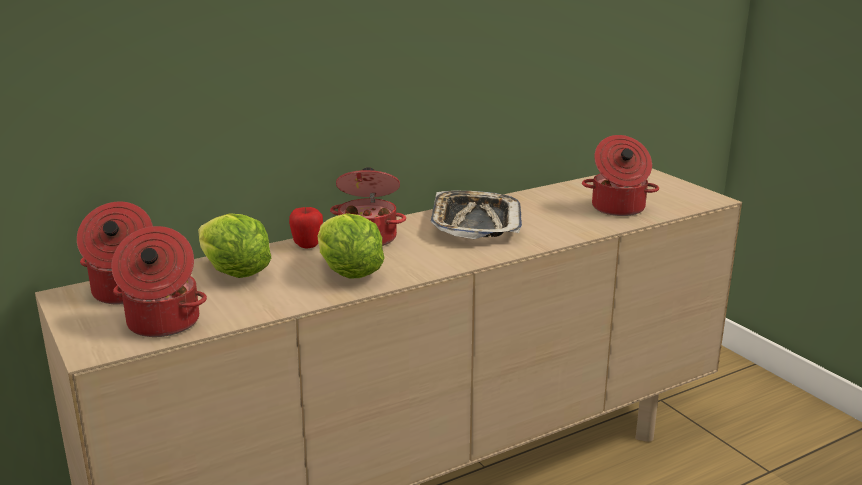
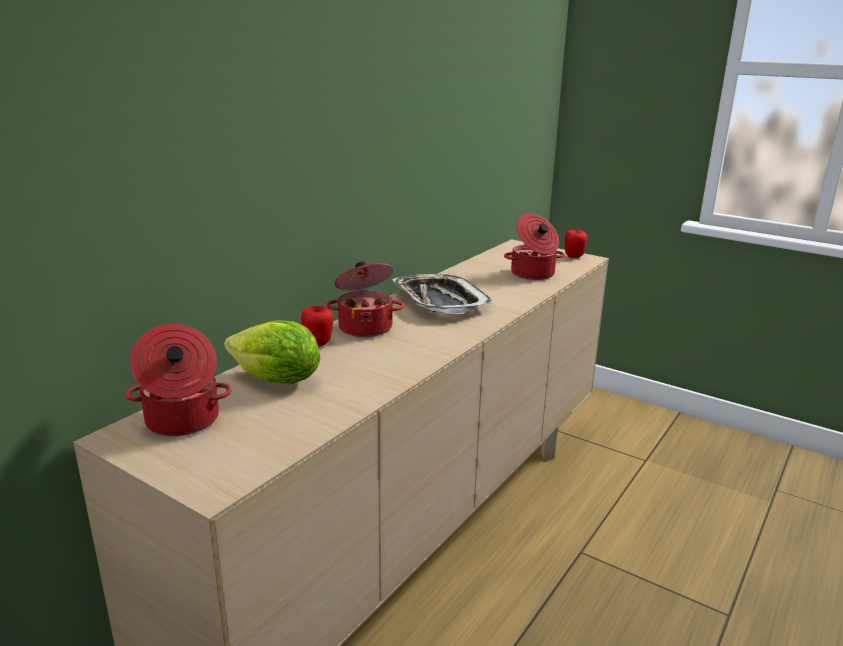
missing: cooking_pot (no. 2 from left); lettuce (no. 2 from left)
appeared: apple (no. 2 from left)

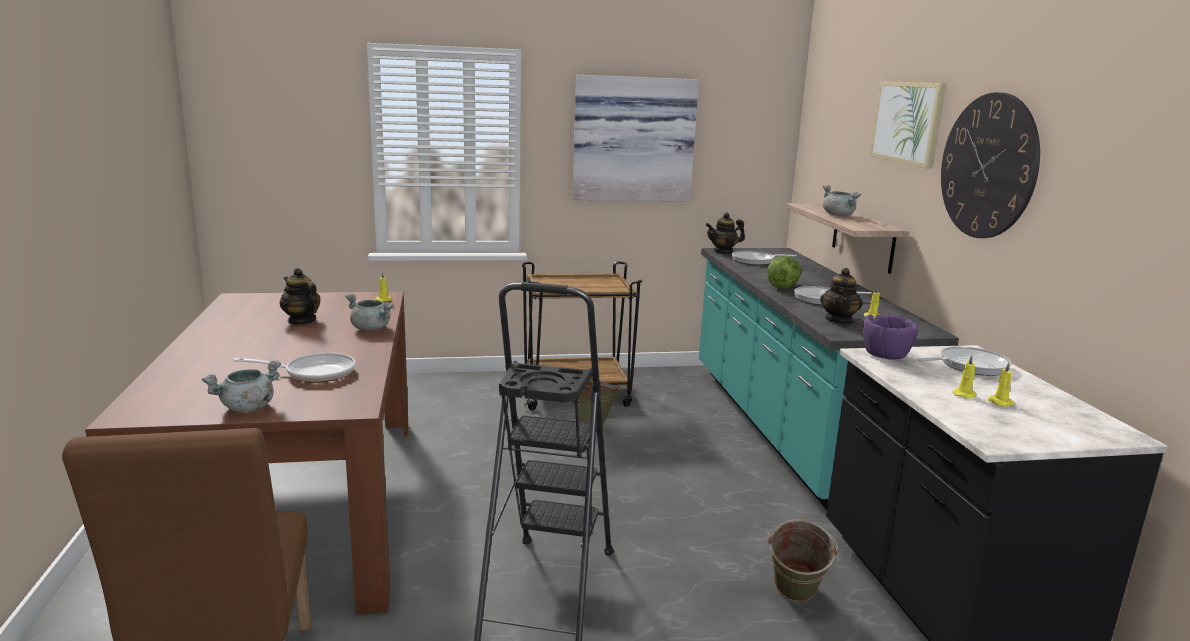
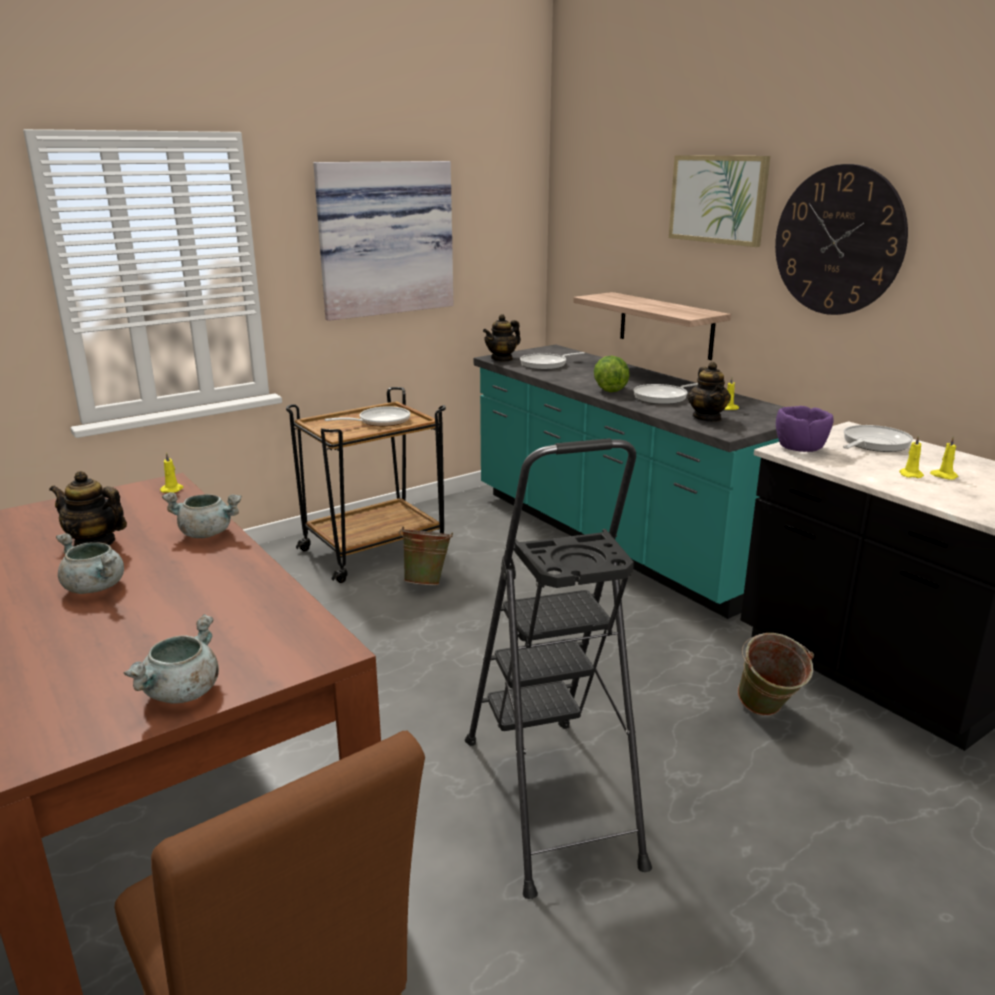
relocated: frying_pan (no. 1 from left); grey_cooking_pot (no. 3 from left in the first image) to grey_cooking_pot (no. 1 from left)

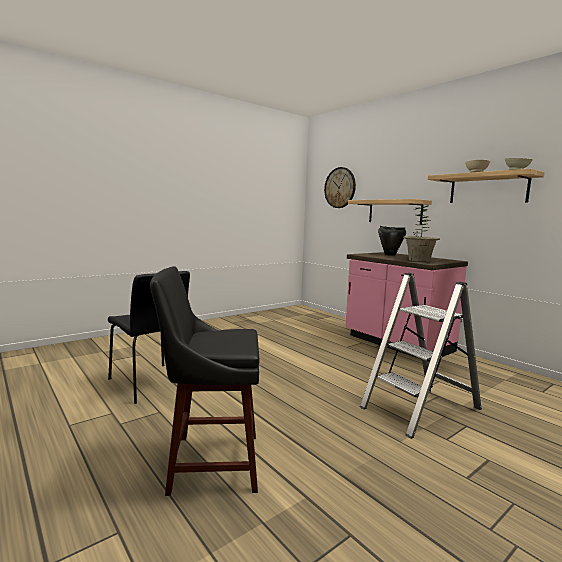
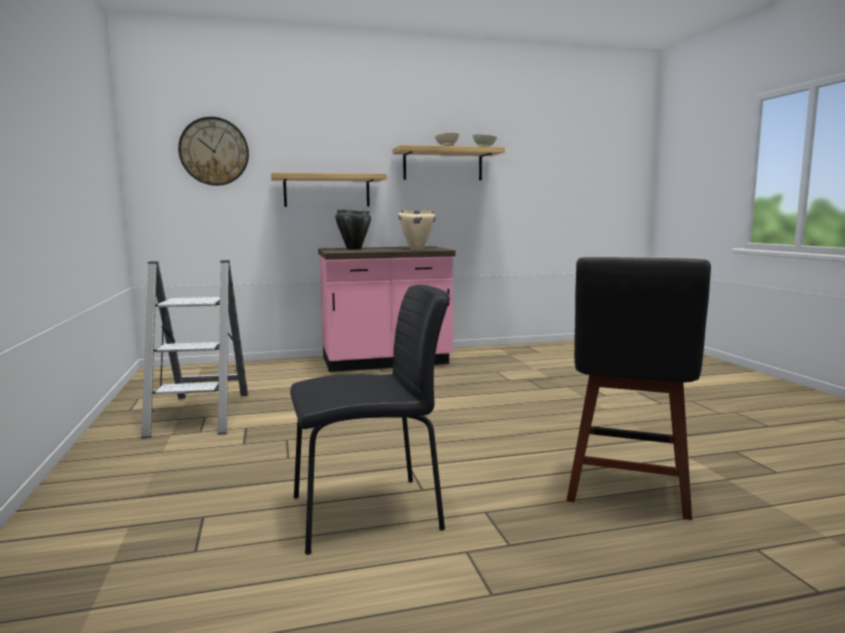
relocated: grey_step_ladder
exchanged: potted_plant to beige_cooking_pot

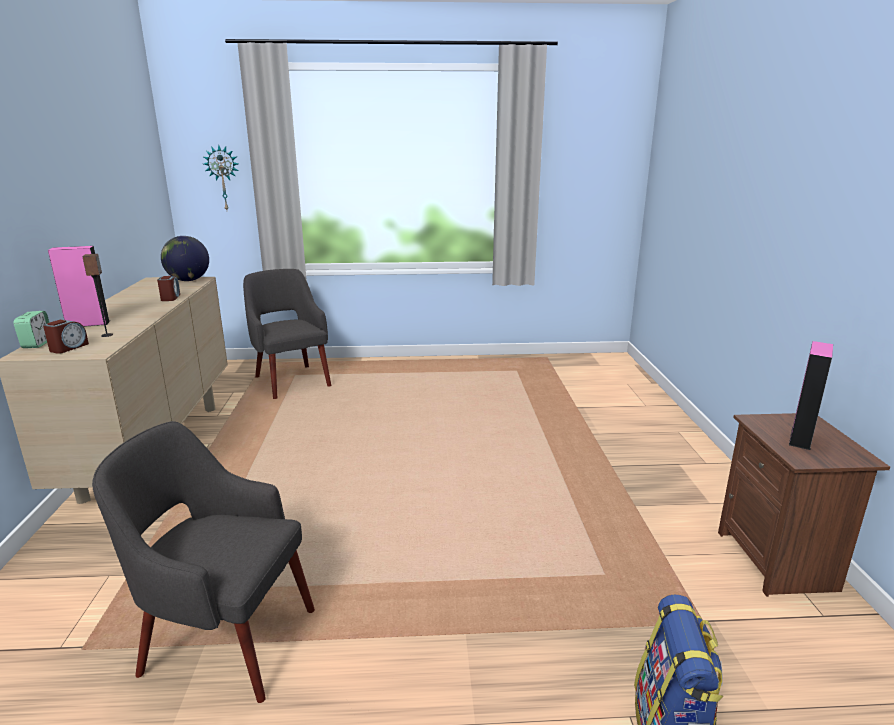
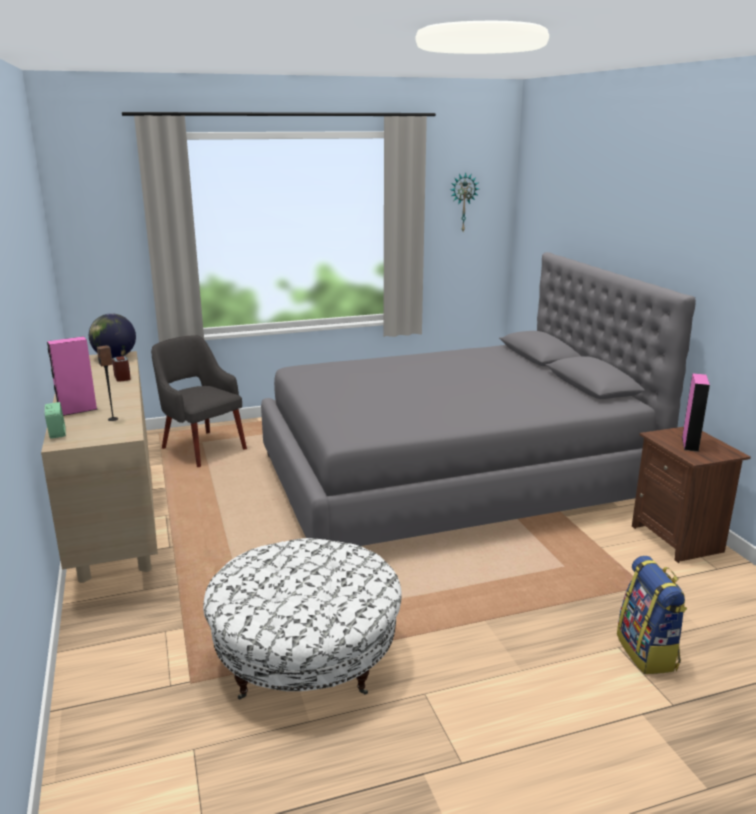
missing: alarm_clock (no. 2 from left)
appeared: grey_bed
relocated: wall_clock
exchanged: grey_armchair (no. 1 from left) to white_ottoman

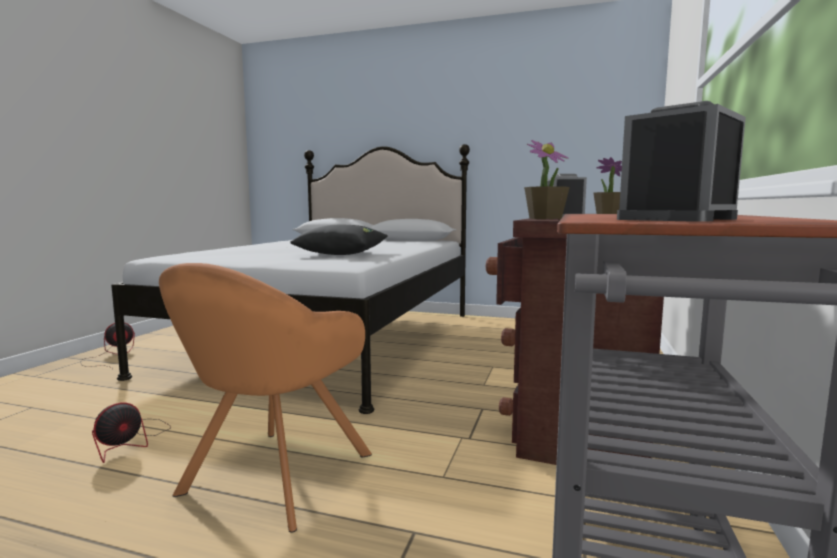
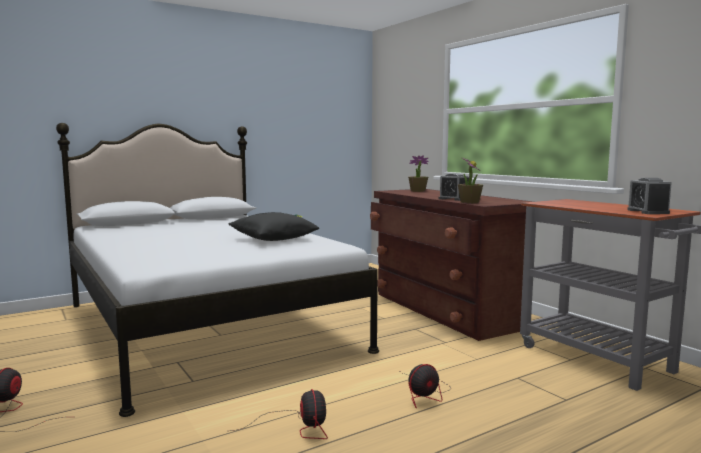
exchanged: orange_armchair to fan (no. 3 from left)

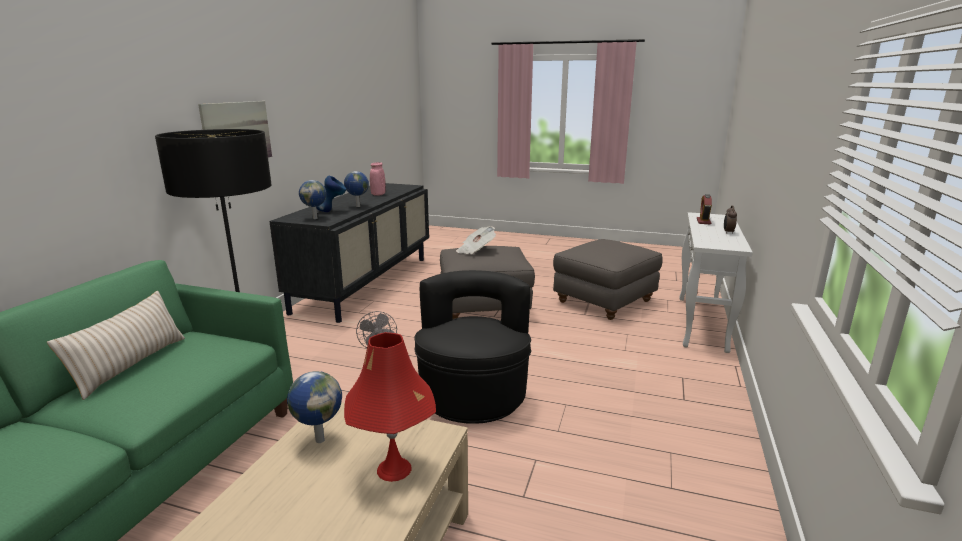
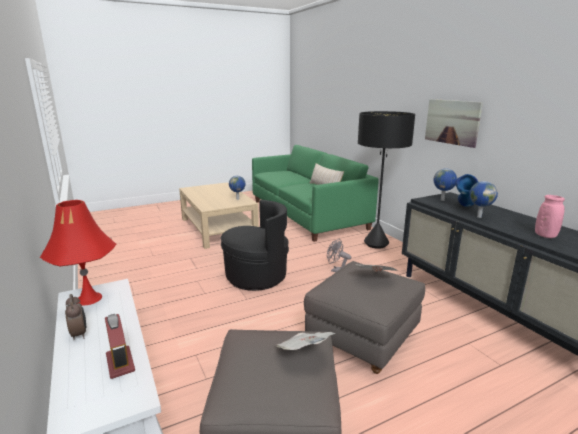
appeared: newspaper (no. 1 from left)
relocated: red_table_lamp
spun: black_armchair 60 degrees counterclockwise

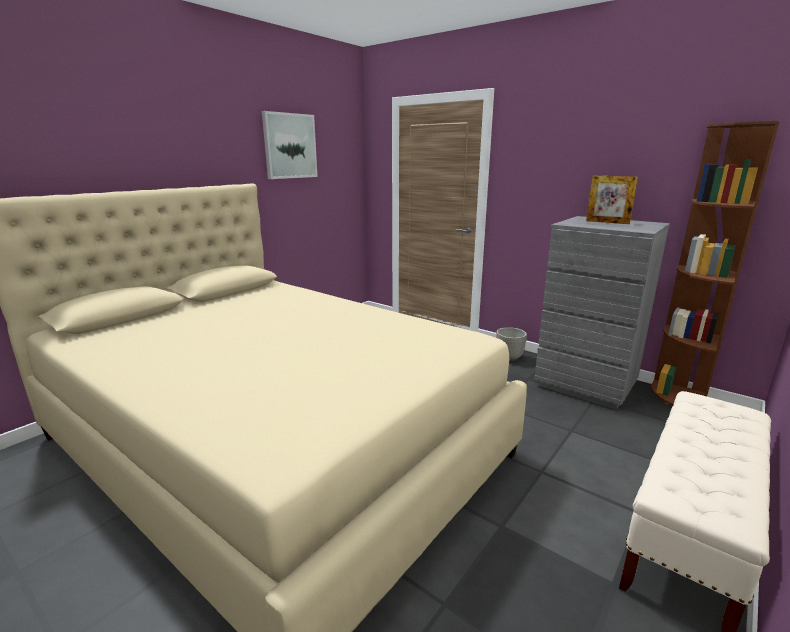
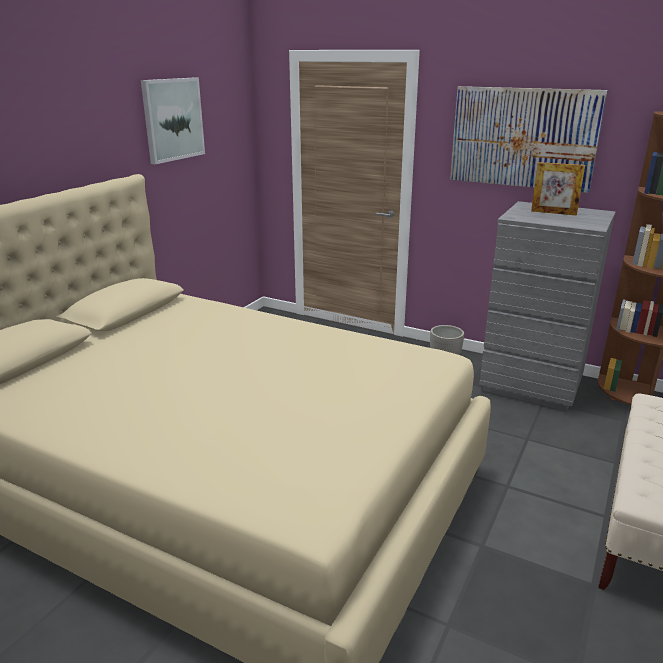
appeared: picture (no. 2 from left)

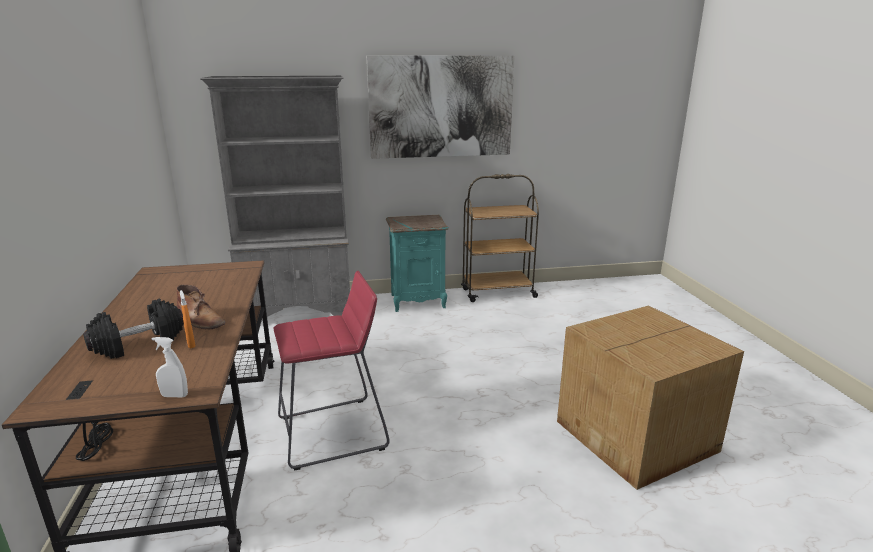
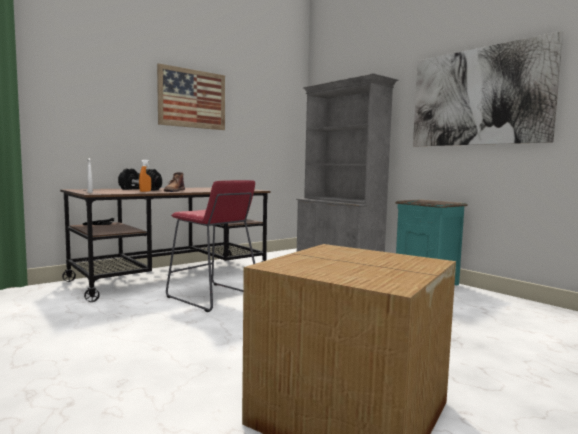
missing: brown_cart
appeared: picture (no. 1 from left)

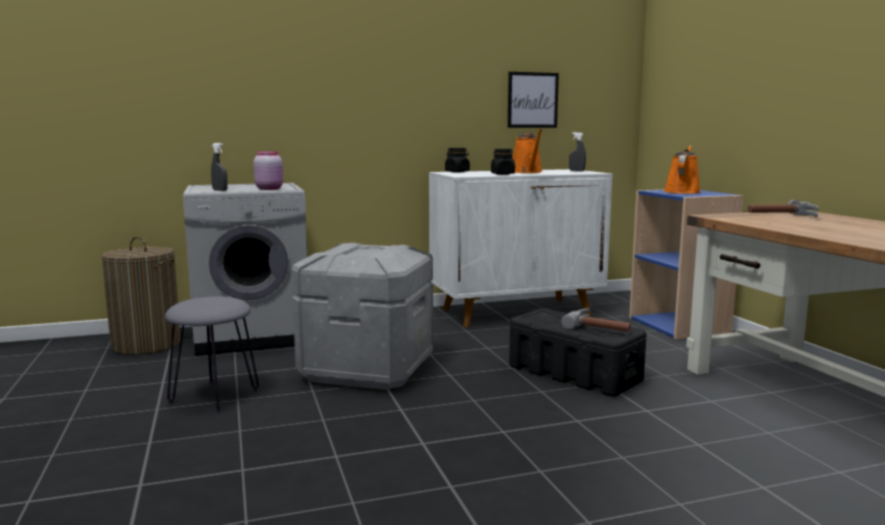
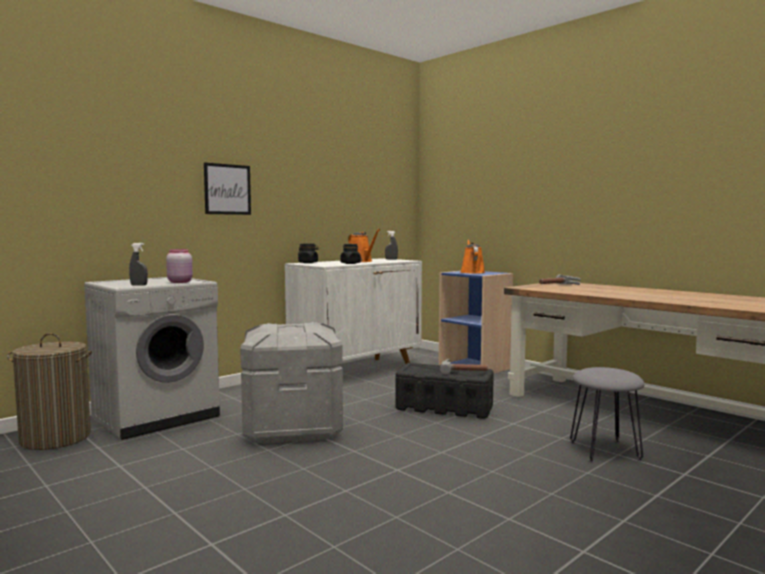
relocated: grey_stool; picture

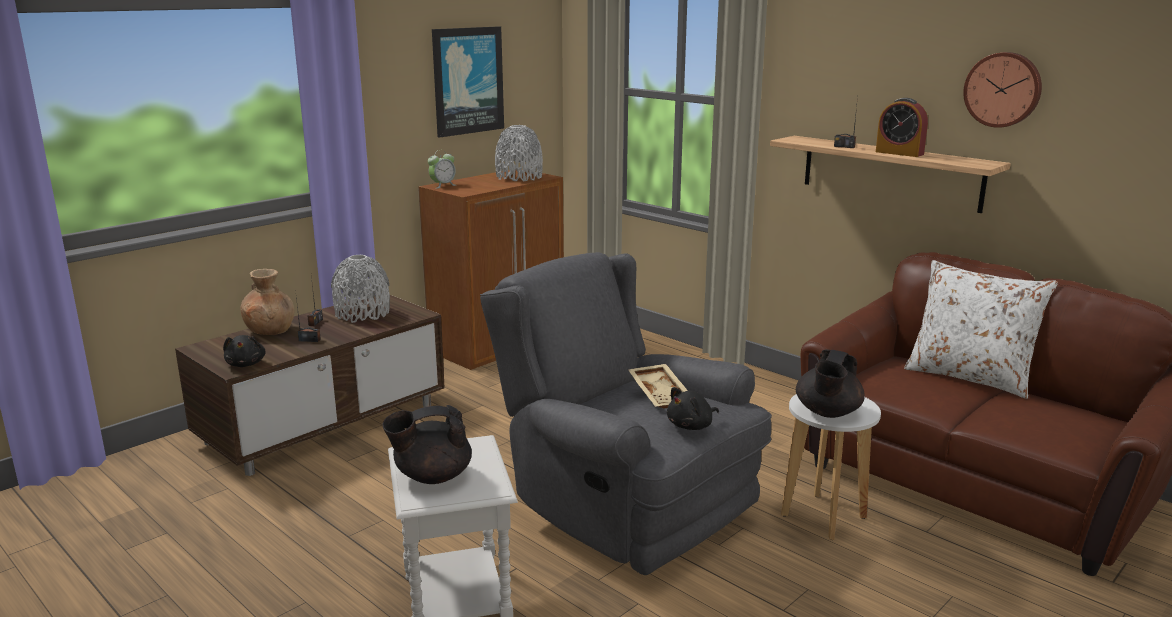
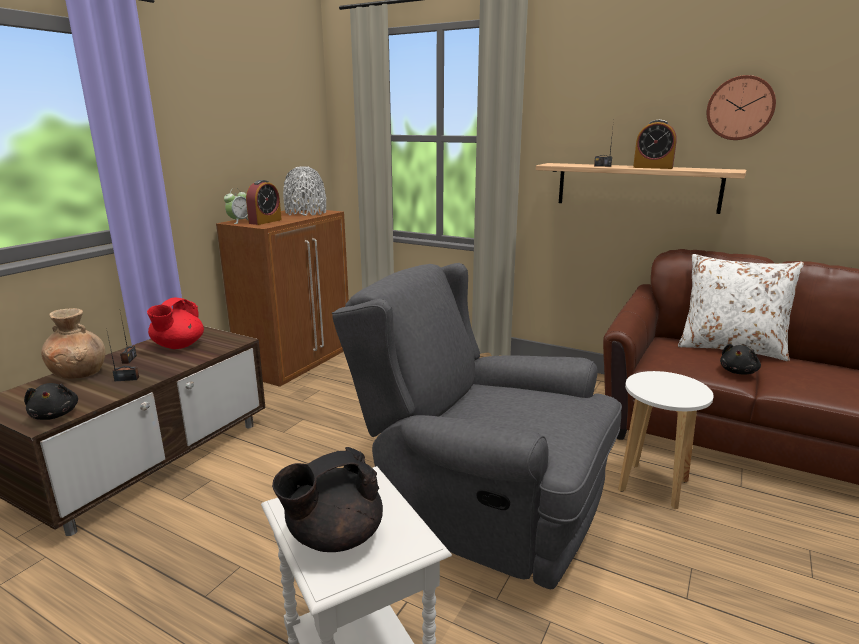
missing: picture; beige_tray; black_teapot (no. 2 from left)
appeared: alarm_clock (no. 2 from left)
relocated: black_plush_toy (no. 2 from left)
exchanged: grey_vase (no. 1 from left) to red_teapot

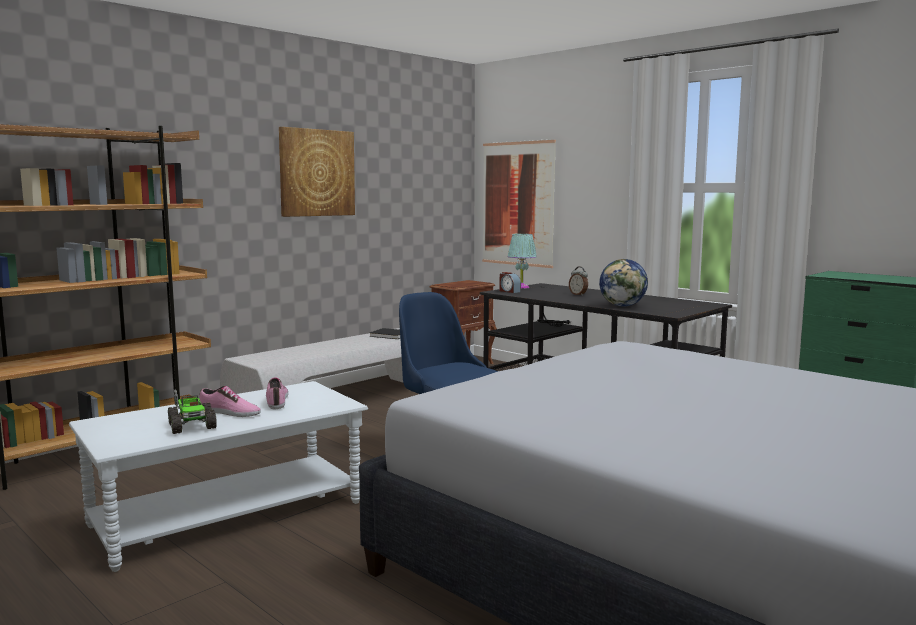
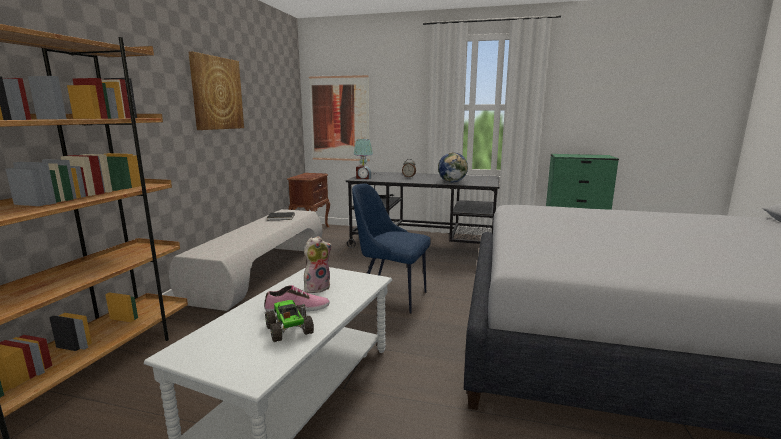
exchanged: shoe (no. 2 from left) to plush_toy
spun: toy_truck 150 degrees counterclockwise

